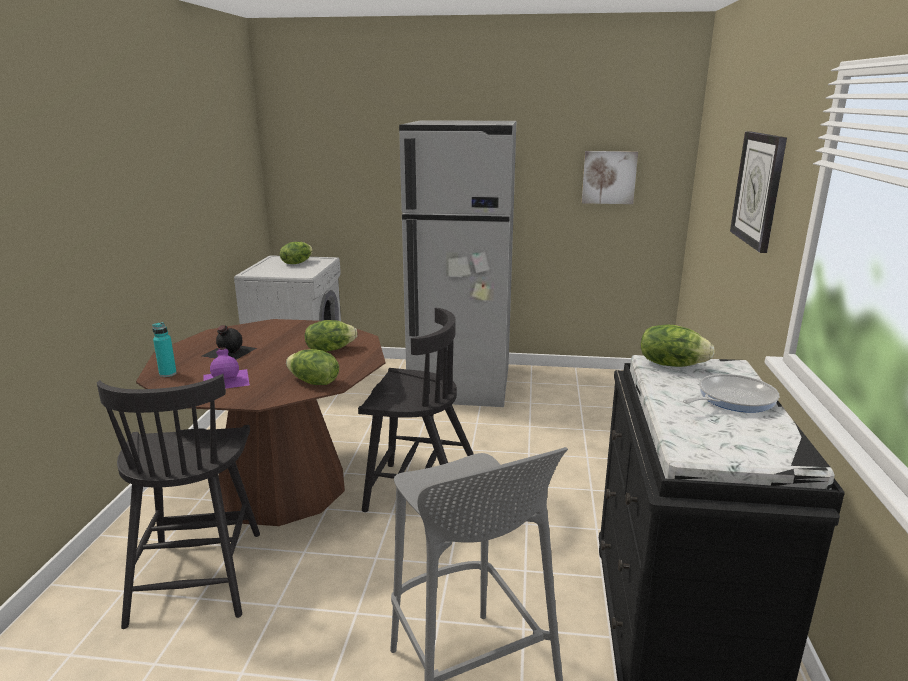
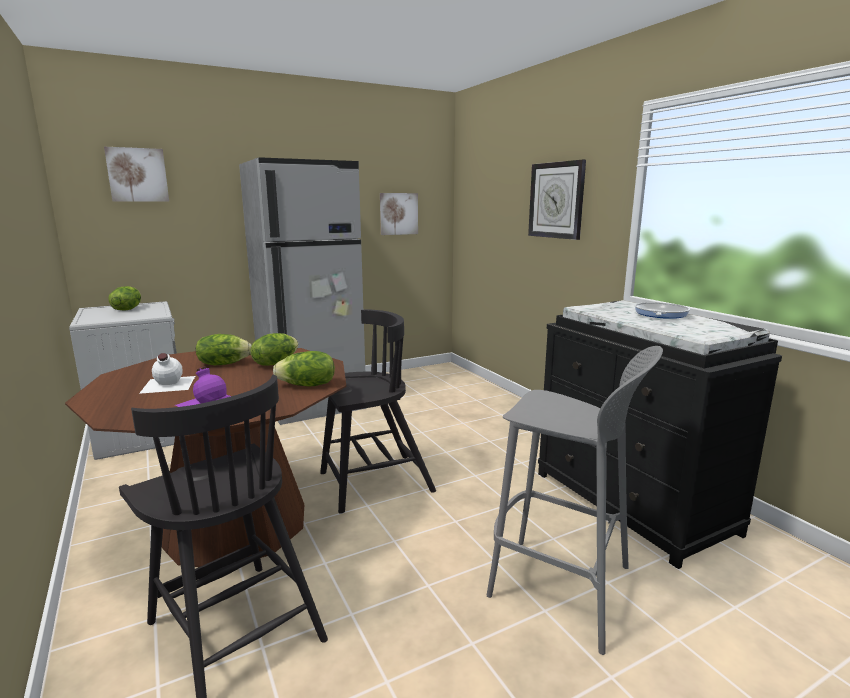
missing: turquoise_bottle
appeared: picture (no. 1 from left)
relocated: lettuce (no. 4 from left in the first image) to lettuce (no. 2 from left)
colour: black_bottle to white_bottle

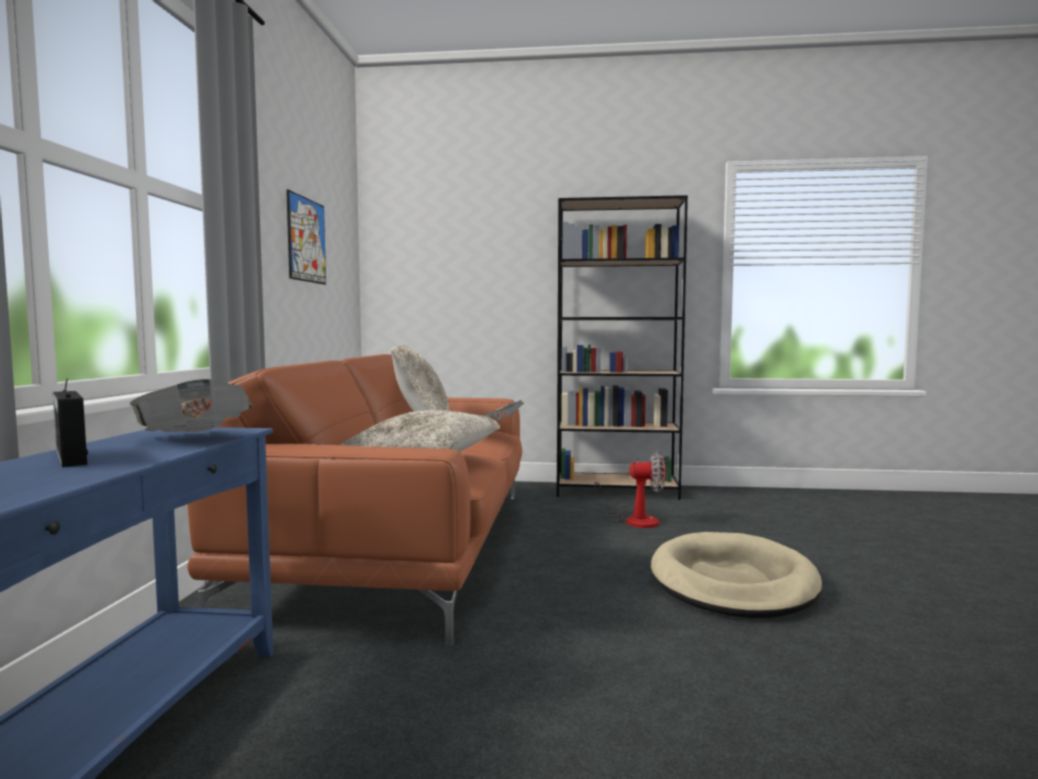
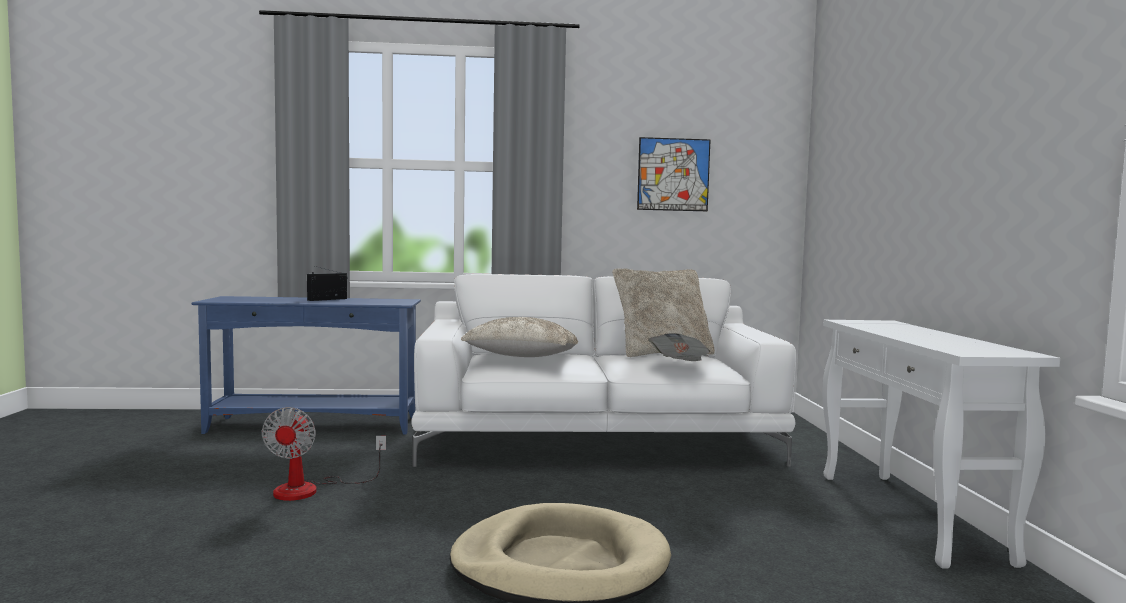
missing: newspaper (no. 1 from left)
relocated: fan
exchanged: beige_bookcase to white_console_table
colour: brown_sofa to white_sofa

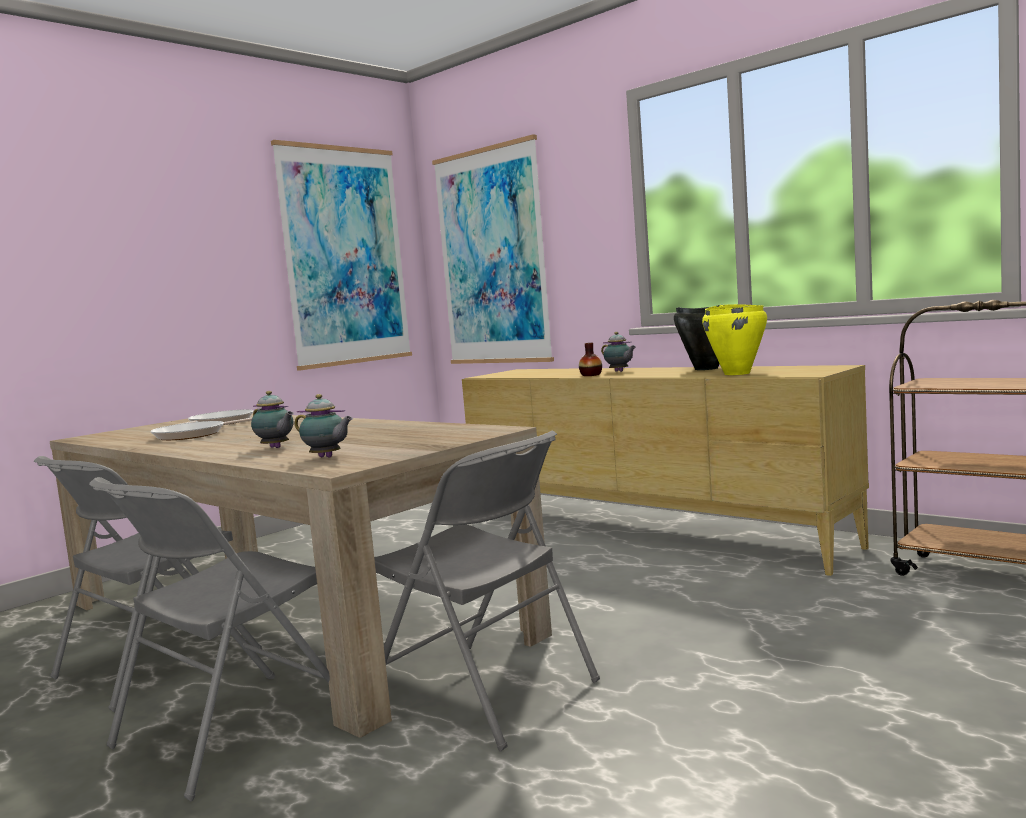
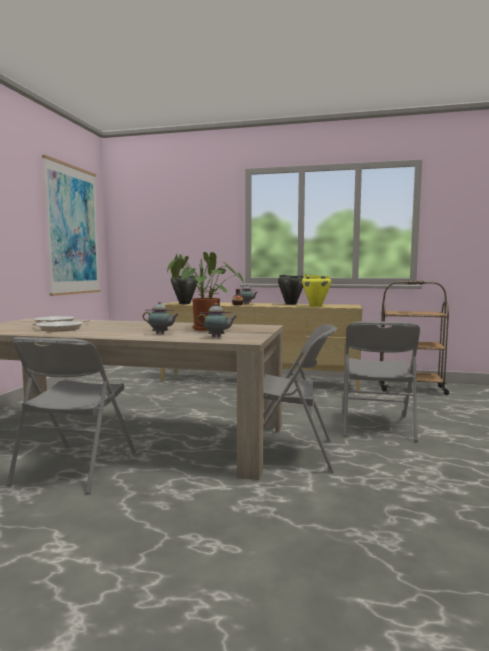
missing: picture (no. 2 from left)
appeared: potted_plant; black_cooking_pot (no. 1 from left)
relocated: grey_chair (no. 2 from left in the first image) to grey_chair (no. 3 from left)

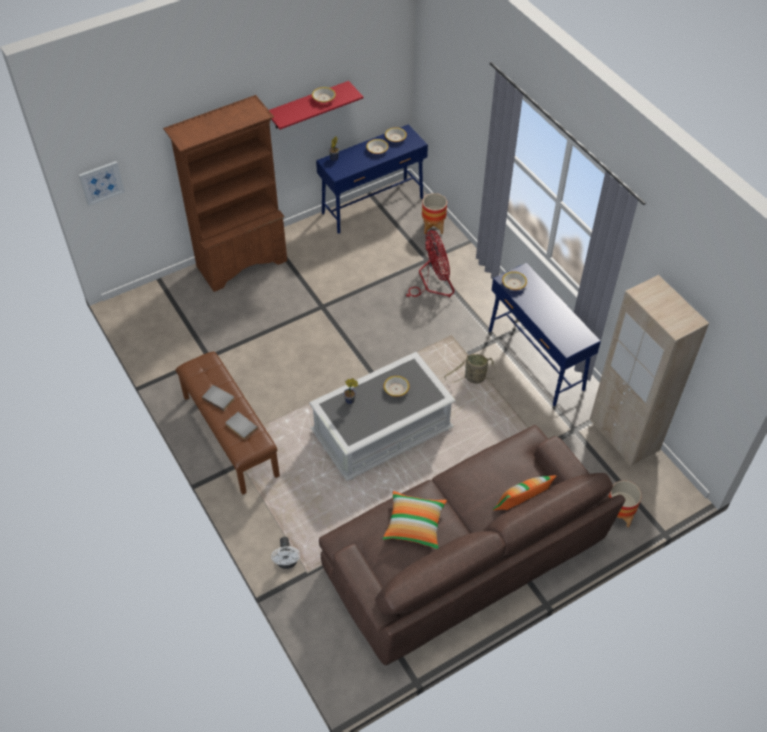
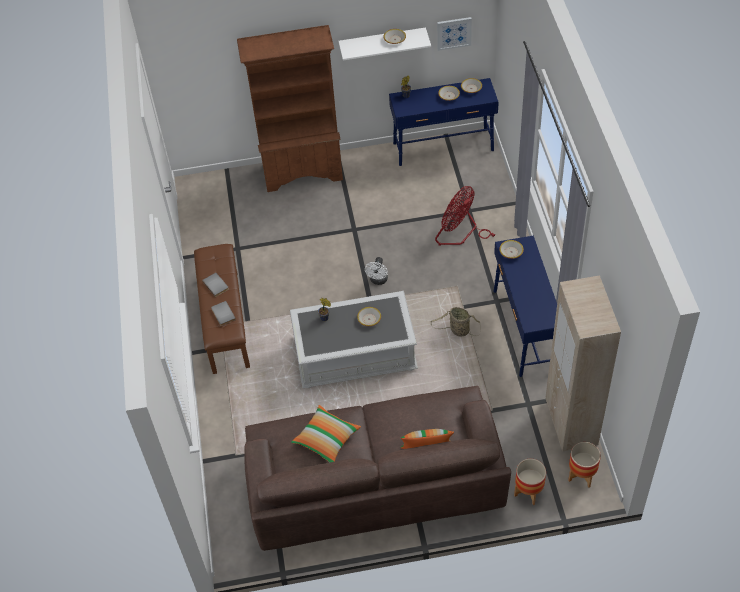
relocated: picture; white_fan; planter (no. 1 from left in the first image) to planter (no. 2 from left)
colour: red_shelf to white_shelf
spun: red_fan 150 degrees counterclockwise

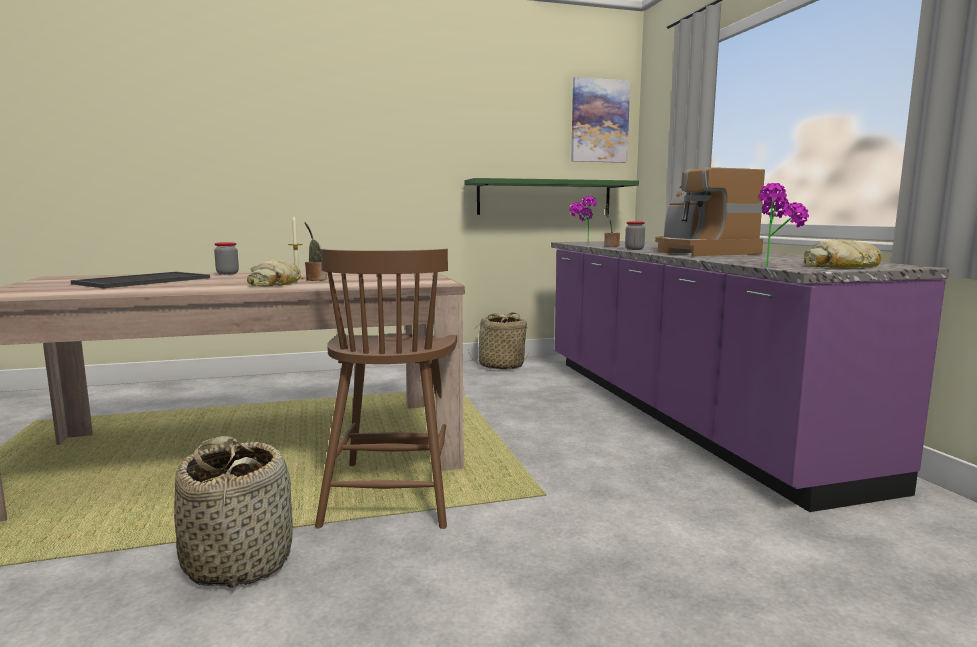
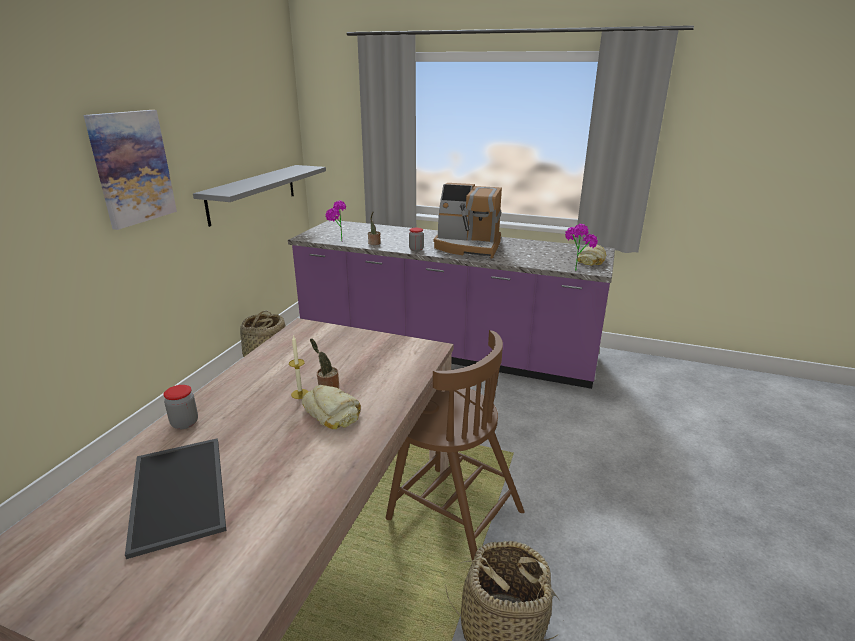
relocated: picture
colour: green_shelf to grey_shelf

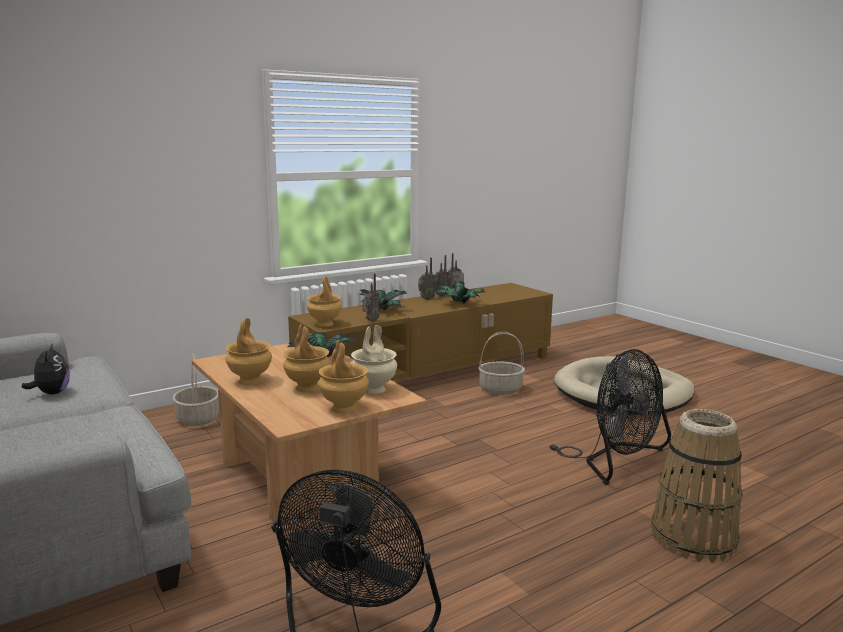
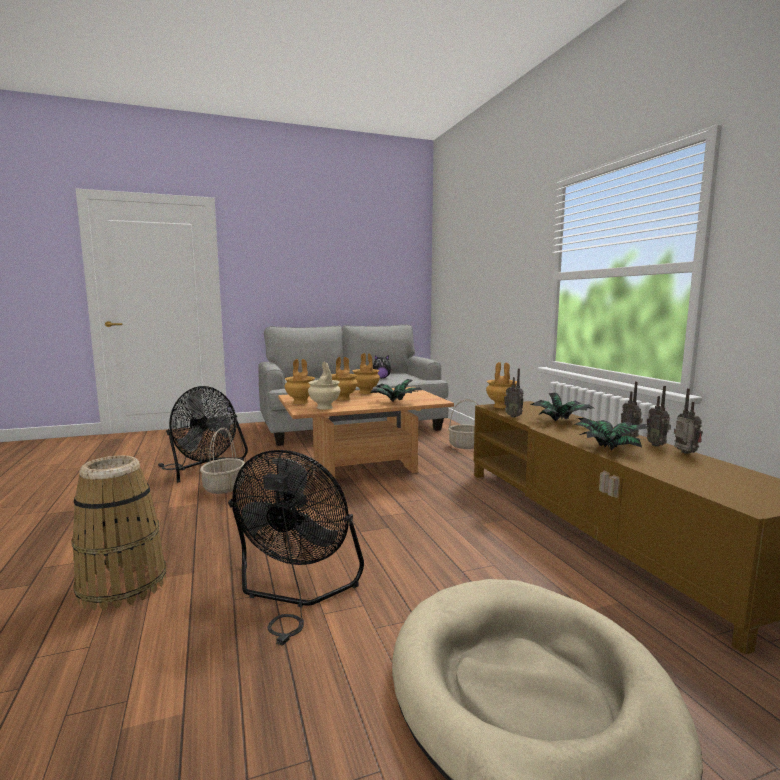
relocated: basket (no. 2 from left)
spun: black_fan (no. 2 from left) 135 degrees clockwise

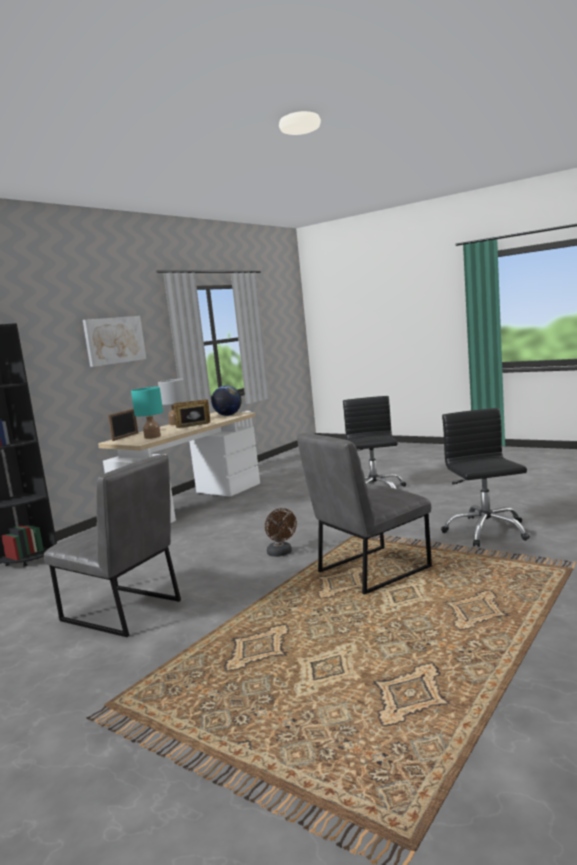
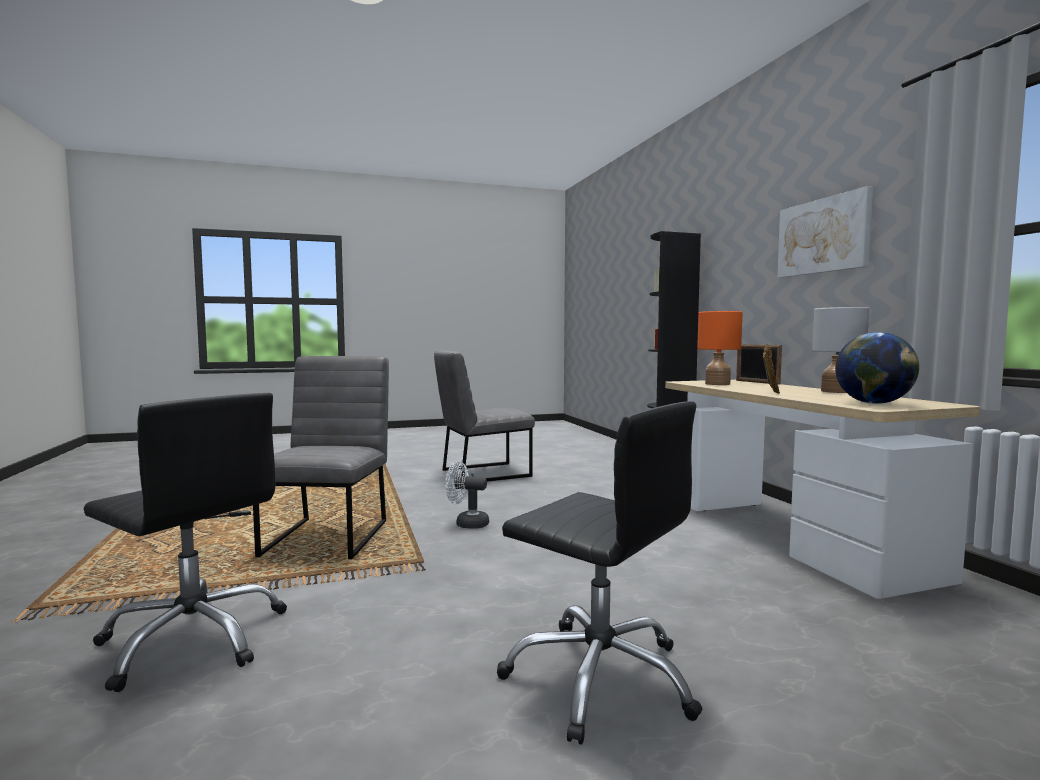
colour: turquoise_table_lamp to orange_table_lamp; brown_fan to white_fan

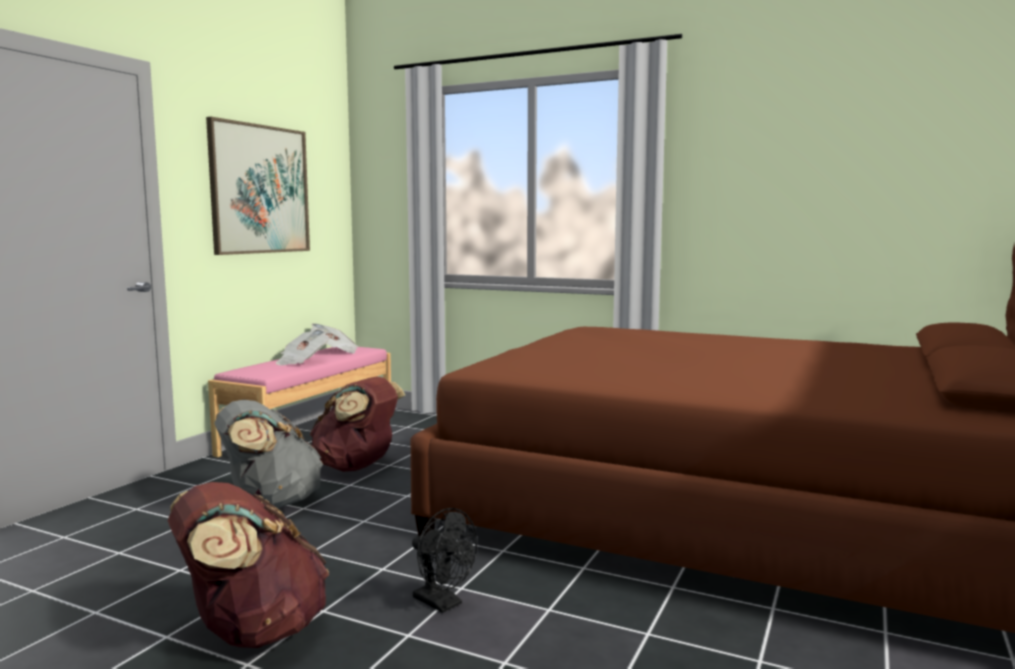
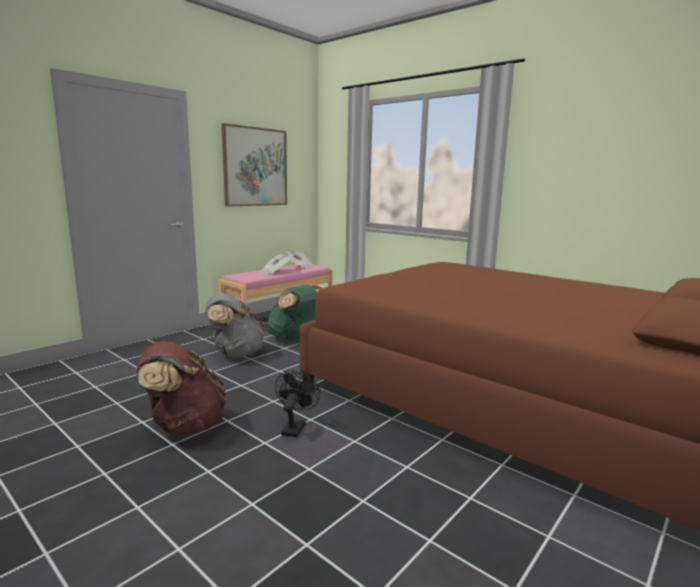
colour: brown_backpack (no. 2 from left) to green_backpack
spun: black_fan 135 degrees counterclockwise

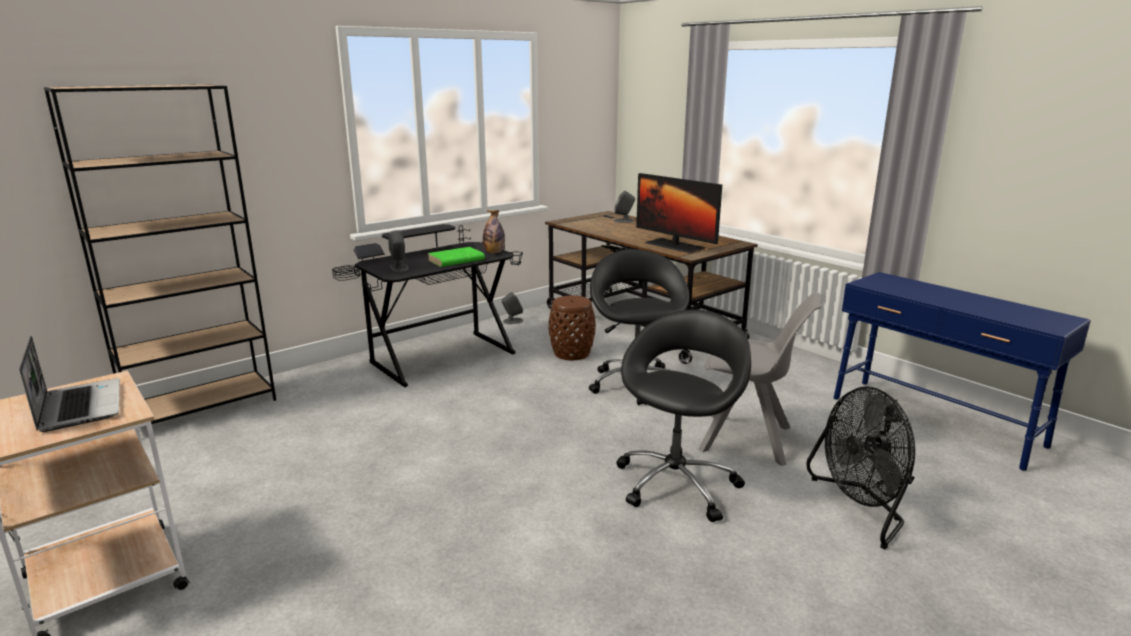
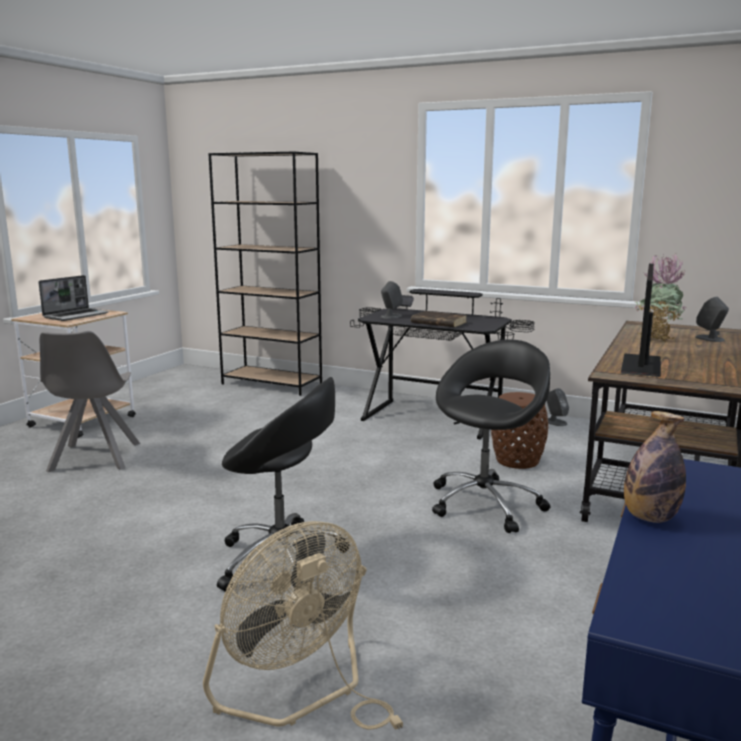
appeared: potted_plant
relocated: bottle; grey_chair
colour: green_book to brown_book; black_fan to beige_fan

